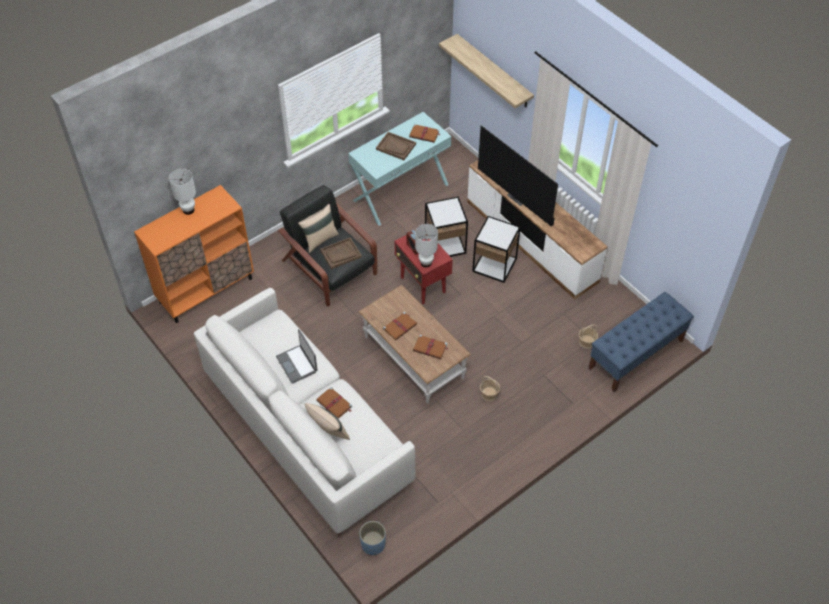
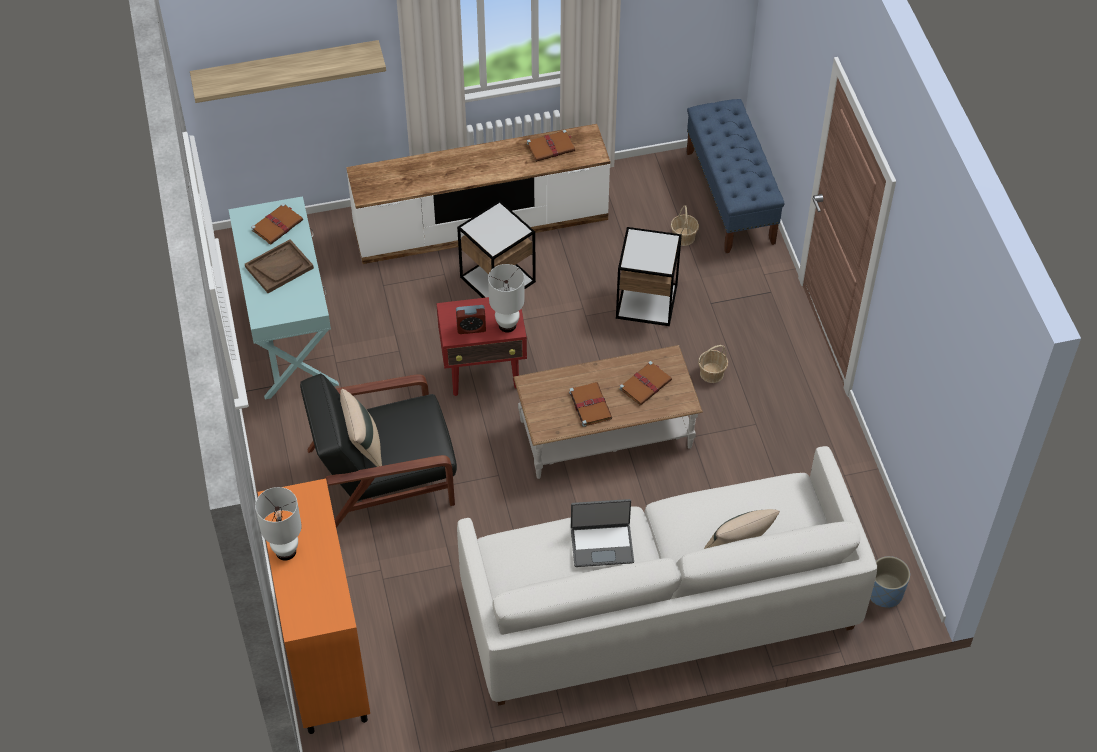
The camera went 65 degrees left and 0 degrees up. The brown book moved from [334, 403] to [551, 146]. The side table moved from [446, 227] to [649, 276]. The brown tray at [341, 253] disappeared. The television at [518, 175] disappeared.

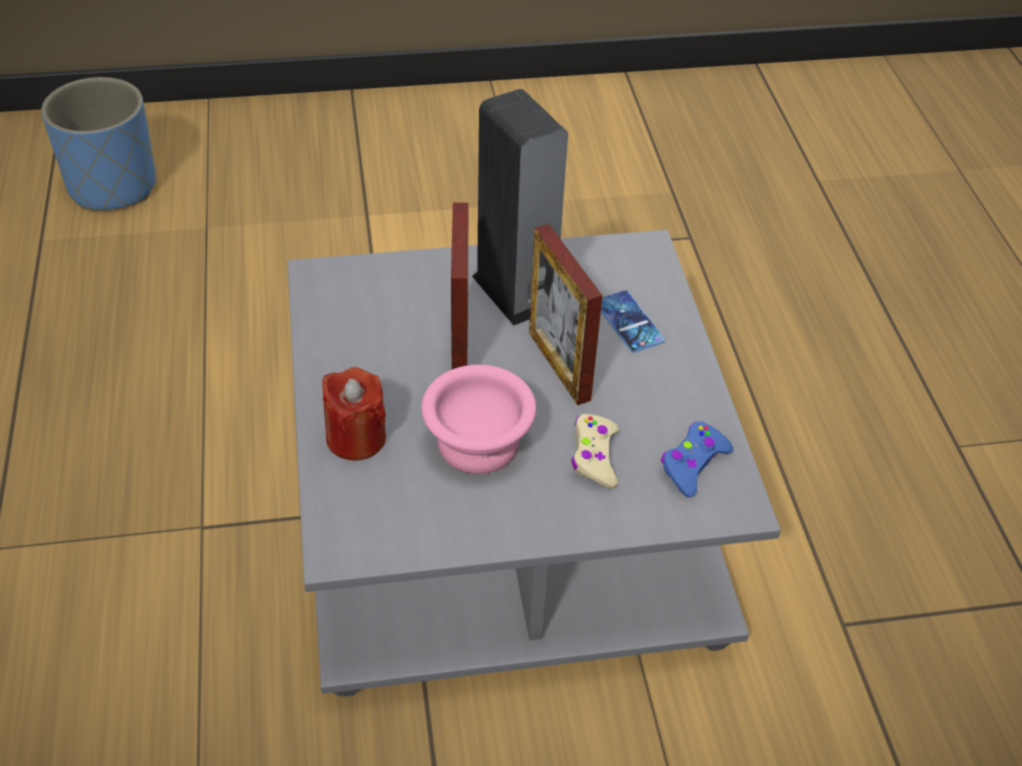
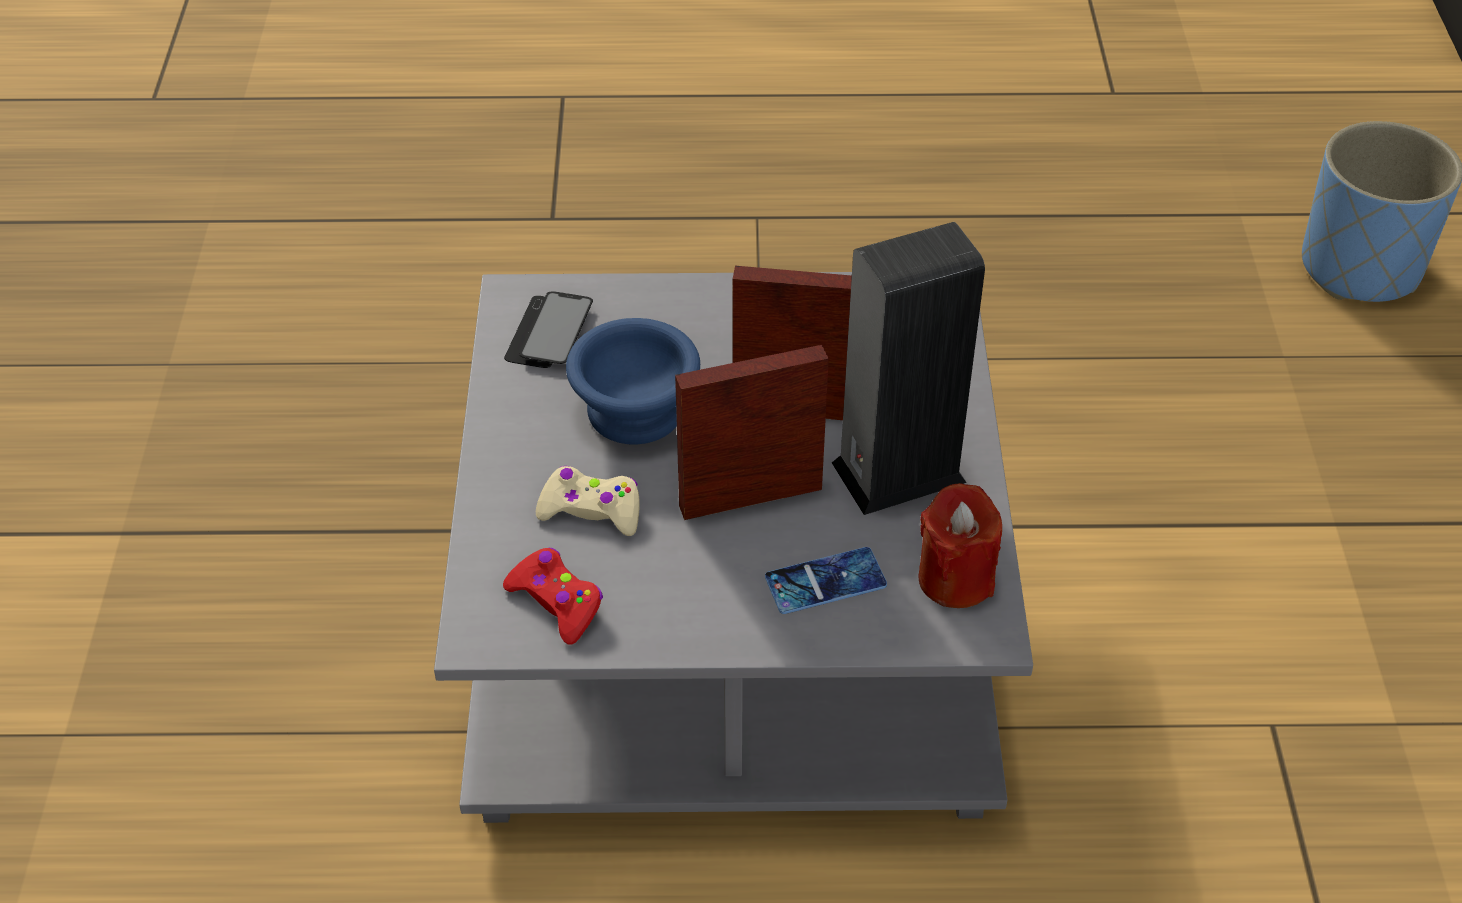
The camera went 100 degrees right and 0 degrees up. The blue game controller at [697, 459] became the red game controller at [553, 596]. The phone at [548, 329] appeared. The pink bowl at [479, 419] became the blue bowl at [633, 381]. The red candle moved from [354, 414] to [960, 545].

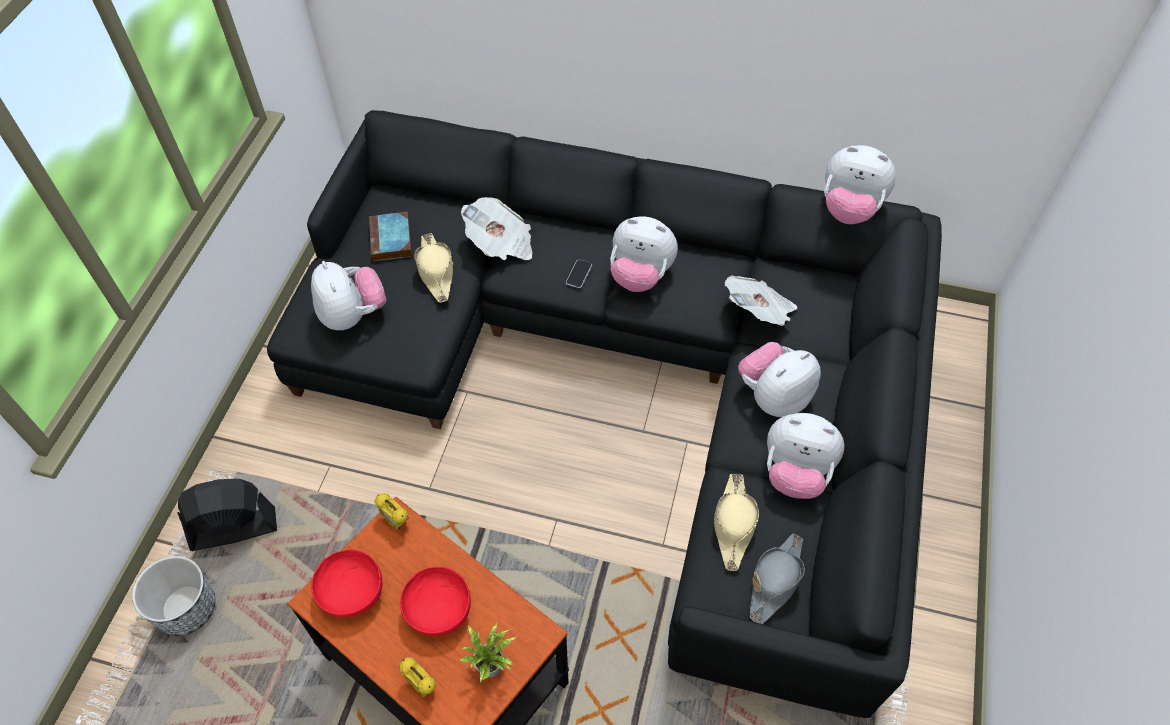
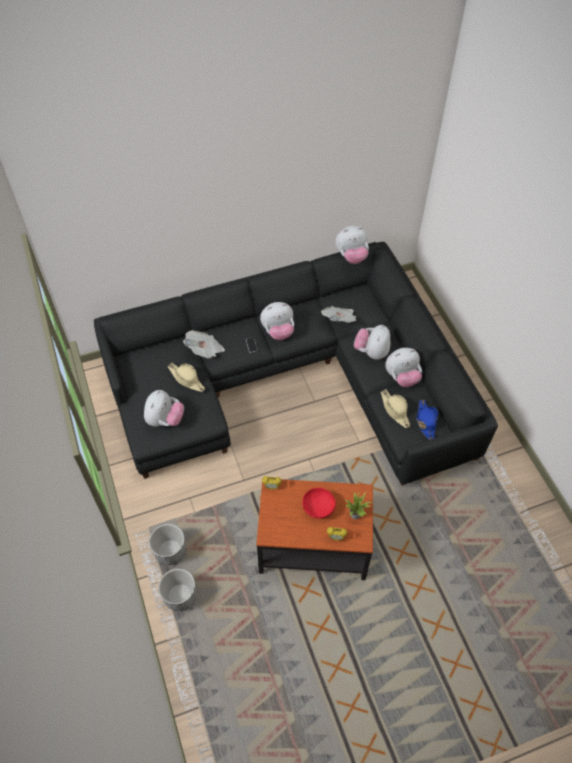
The camera went 35 degrees left and 0 degrees up. The plush toy at [348, 295] turned 75 degrees clockwise. The black fan at [227, 515] was replaced by the planter at [167, 544]. The grey hat at [777, 578] became the blue hat at [427, 420]. The red bowl at [347, 583] disappeared. The book at [390, 236] disappeared.

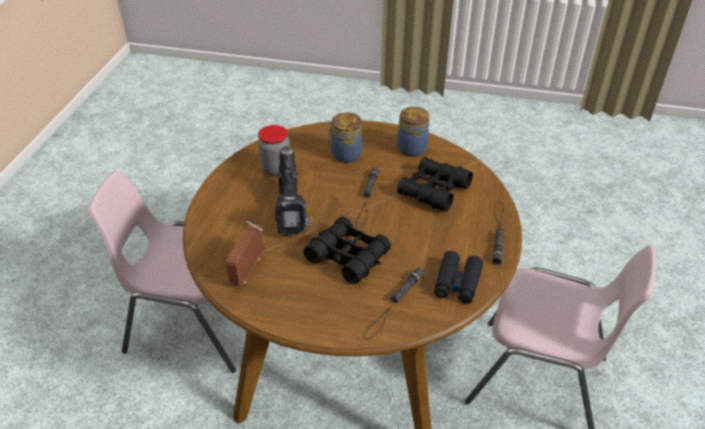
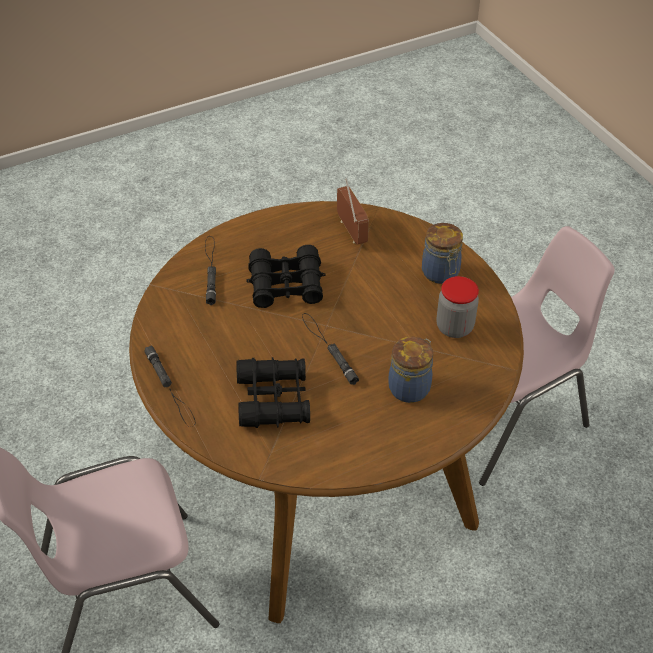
The camera went 140 degrees right and 5 degrees up. The jar moved from [413, 132] to [442, 253]. The power drill at [293, 190] disappeared. The black binoculars at [458, 277] disappeared.

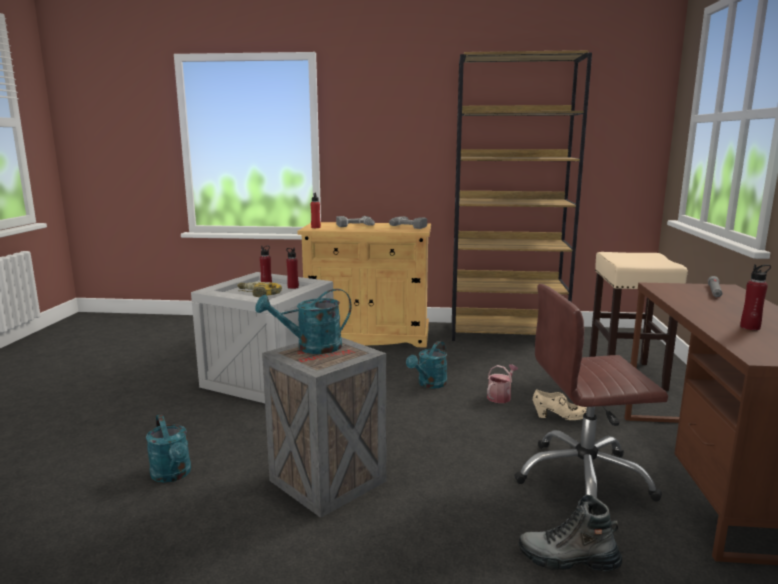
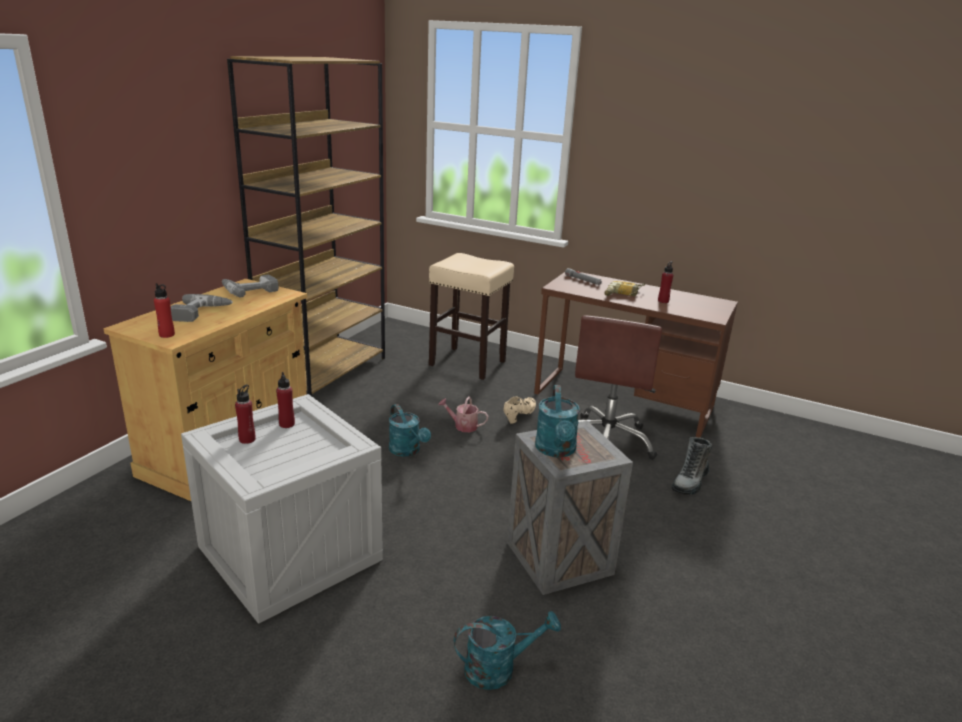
The camera went 70 degrees left and 10 degrees up. The watering can at [502, 383] turned 45 degrees counterclockwise. The power drill moved from [259, 289] to [624, 288].

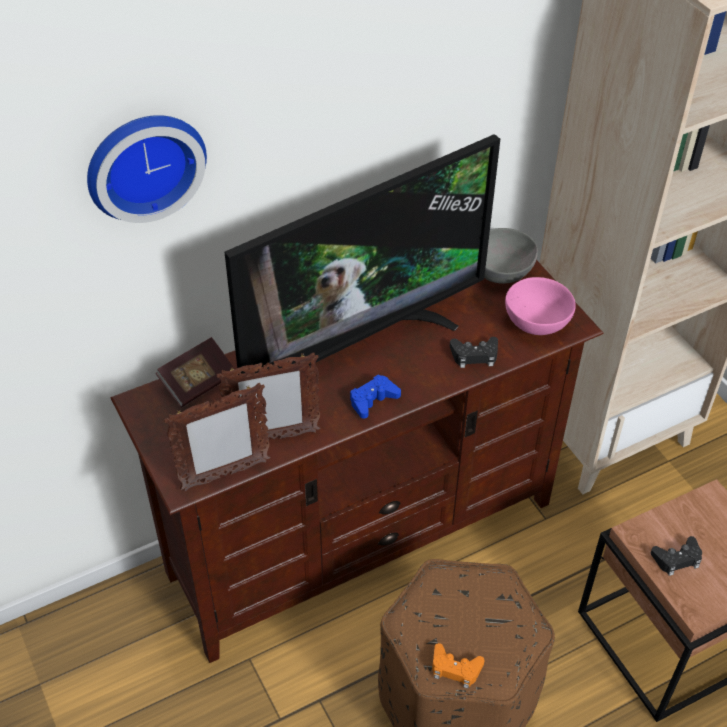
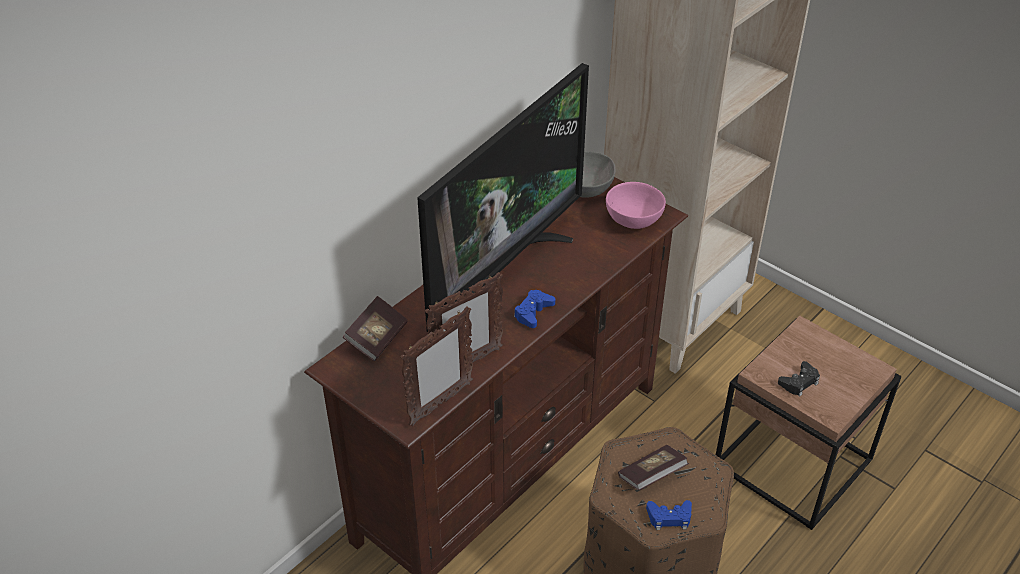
The camera went 20 degrees left and 5 degrees down. The book at [653, 467] appeared. The orange game controller at [458, 665] became the blue game controller at [669, 515]. The wall clock at [147, 169] disappeared. The black game controller at [474, 352] disappeared.

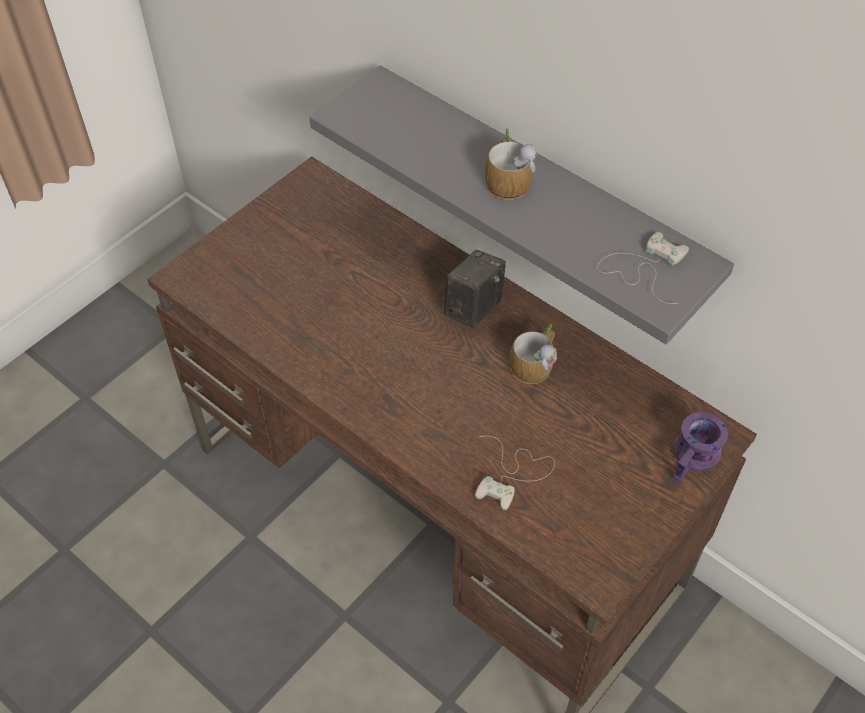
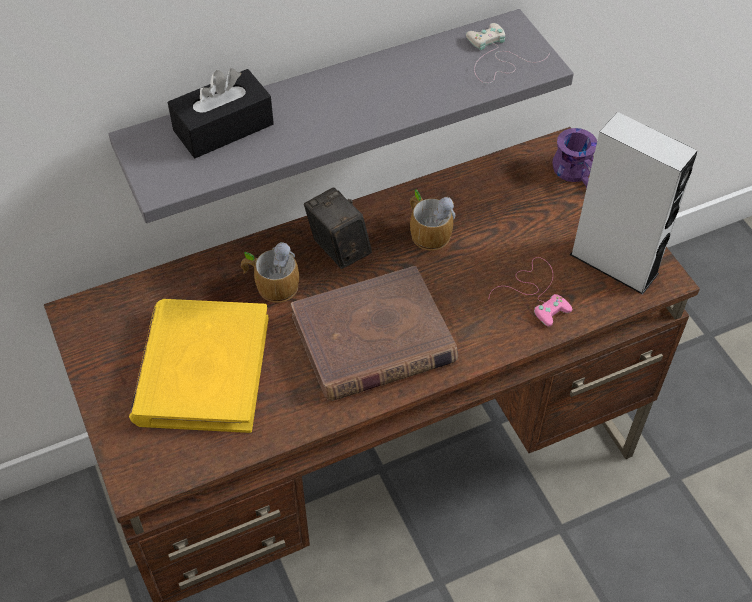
The camera went 65 degrees left and 0 degrees up. The yellow book at [199, 366] appeared. The black tissue box at [221, 113] appeared. The mug moved from [511, 164] to [270, 272]. The brown book at [374, 333] appeared. The white game controller at [515, 473] became the pink game controller at [530, 292]. The grey speaker at [634, 203] appeared.

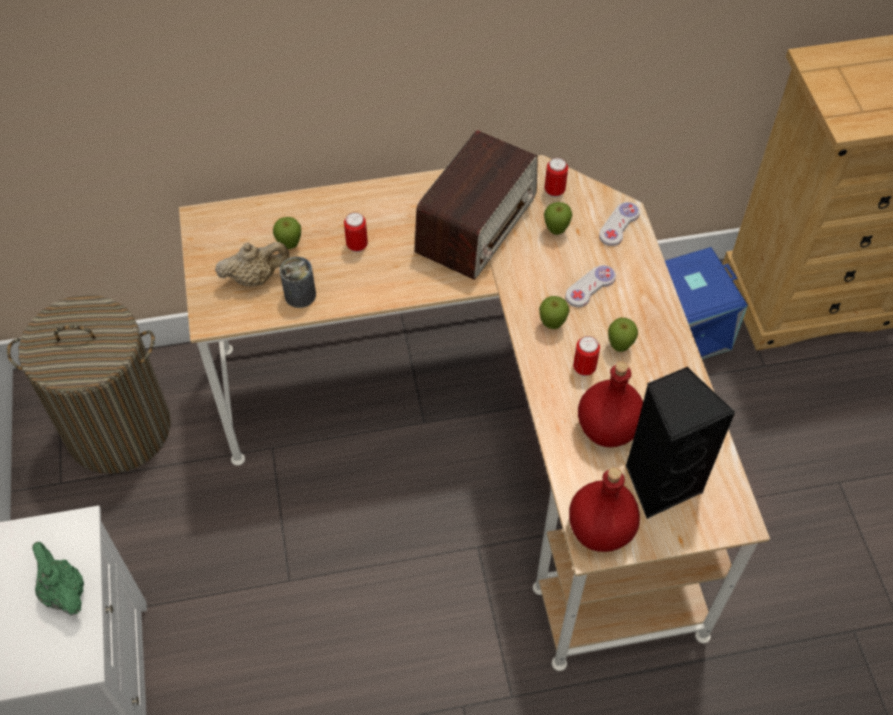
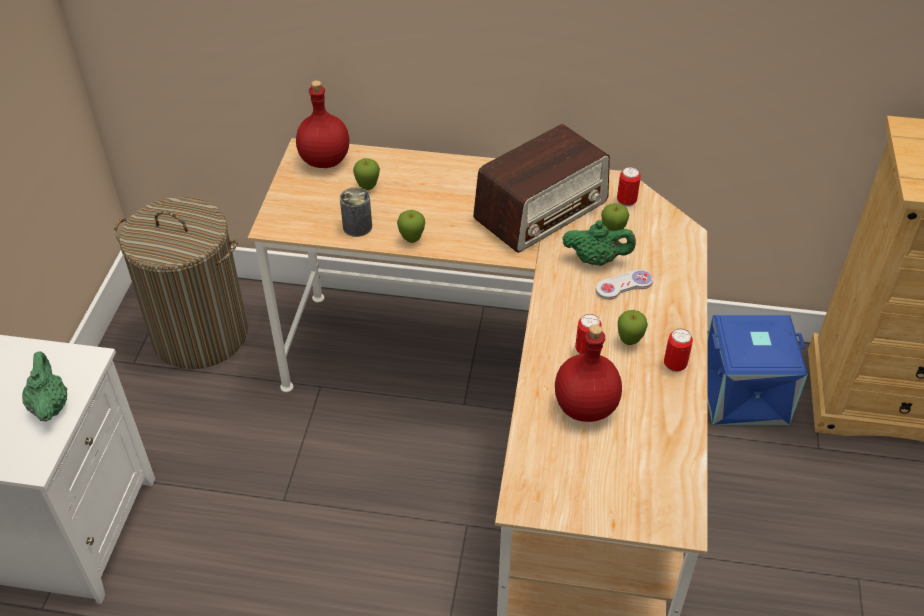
The camera went 20 degrees right and 10 degrees down. The red bottle moved from [604, 509] to [322, 124]. The apple moved from [554, 312] to [411, 226]. The green teapot at [599, 243] appeared. The can moved from [356, 232] to [678, 350]. The beige teapot at [252, 264] disappeared. The white game controller at [619, 224] disappeared. The black speaker at [681, 443] disappeared.

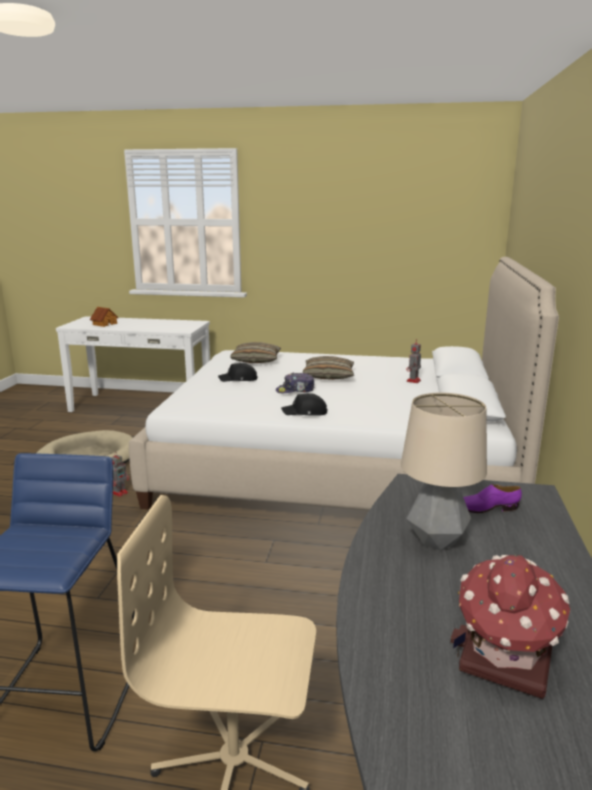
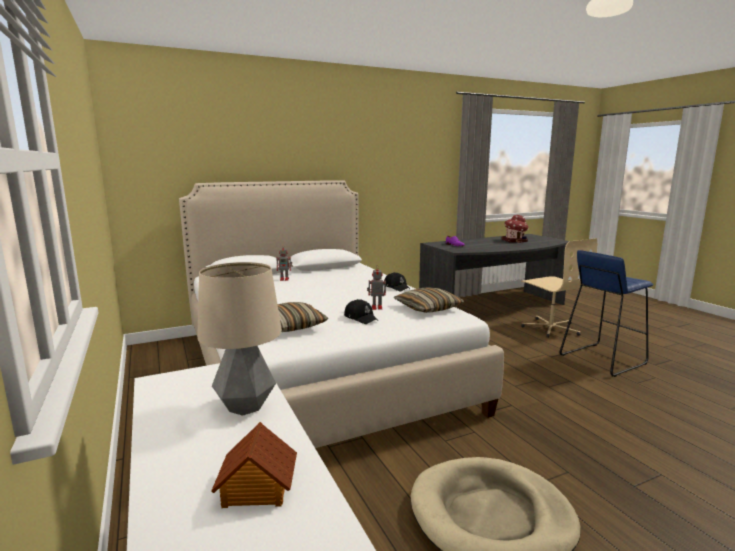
The camera went 125 degrees left and 5 degrees down. The table lamp moved from [444, 471] to [239, 339]. The toy robot moved from [120, 474] to [376, 287]. The pillow moved from [328, 368] to [429, 300]. The cap at [295, 383] disappeared.

